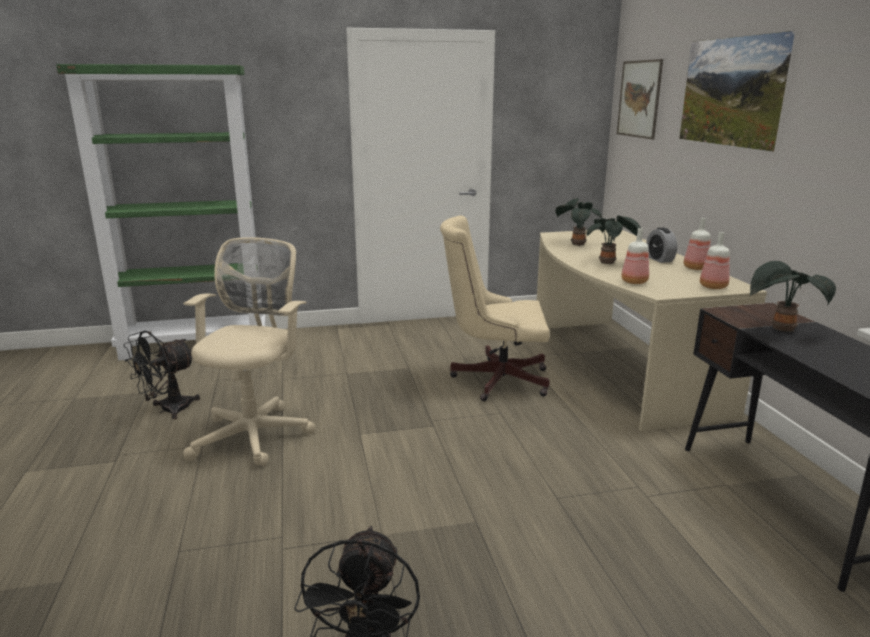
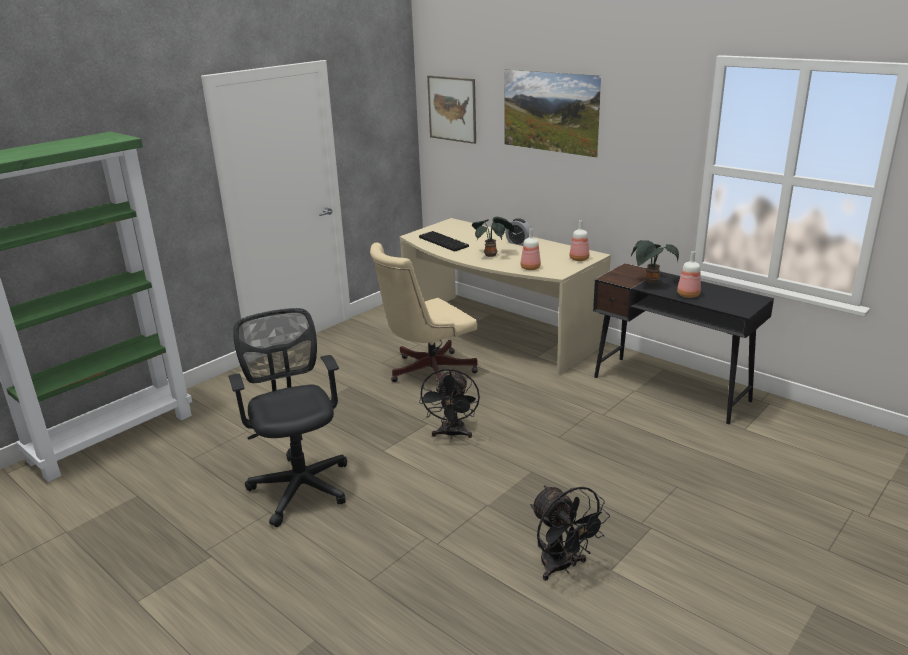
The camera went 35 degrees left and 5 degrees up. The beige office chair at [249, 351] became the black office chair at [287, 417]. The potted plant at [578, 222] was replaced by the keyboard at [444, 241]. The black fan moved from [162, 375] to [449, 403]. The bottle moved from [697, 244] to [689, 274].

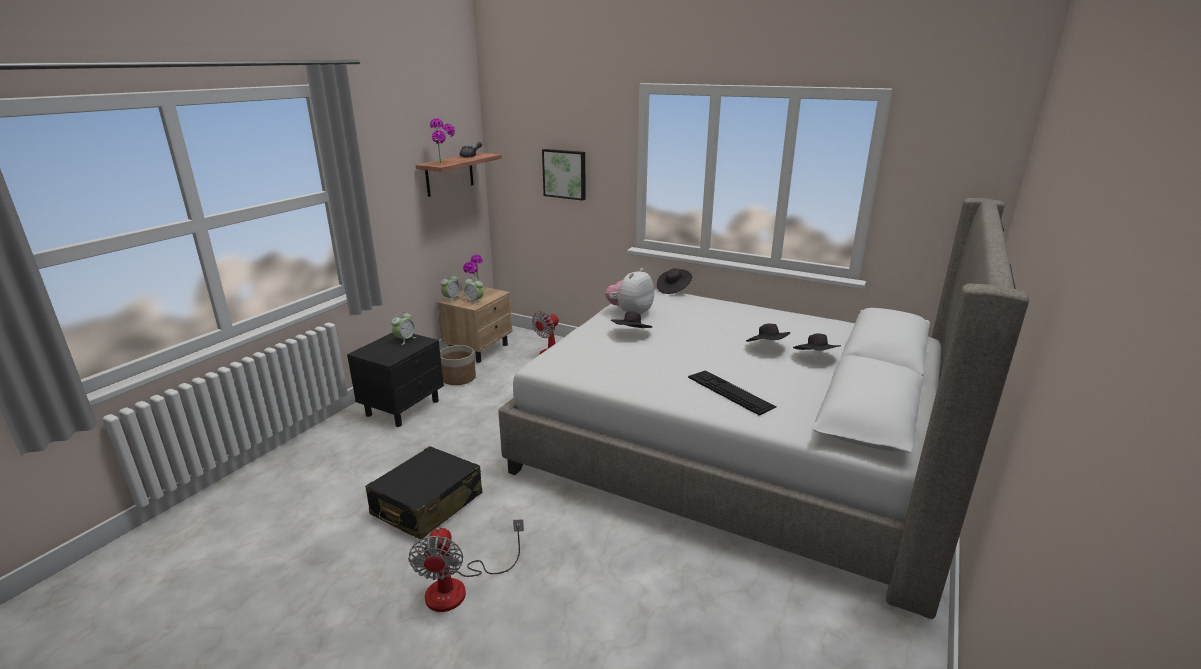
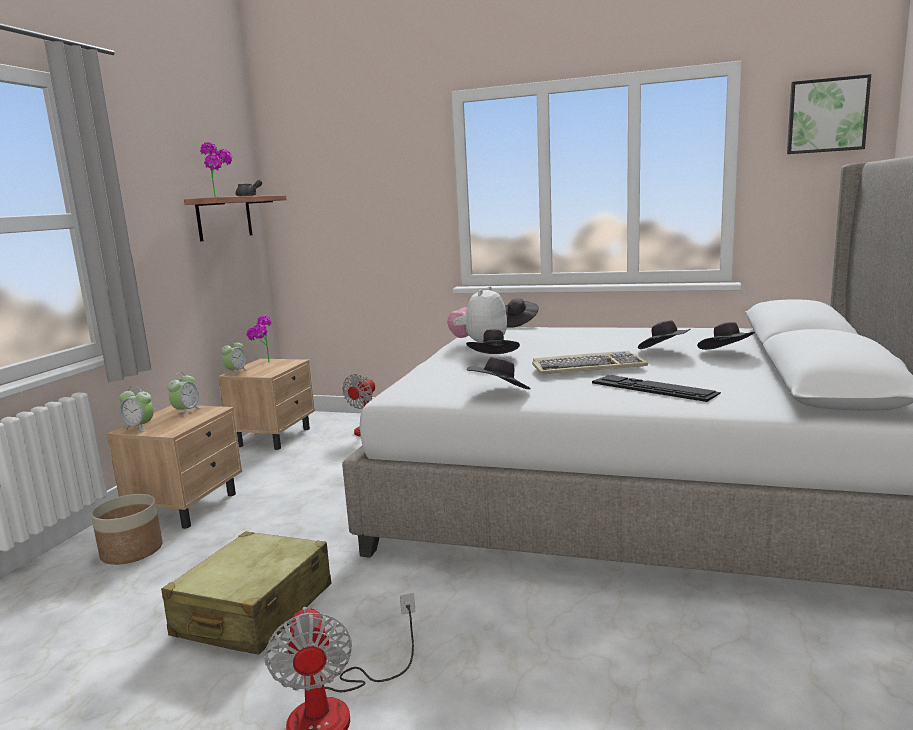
The camera went 10 degrees left and 10 degrees down. The planter moved from [458, 365] to [126, 529]. The black nightstand at [395, 379] became the beige nightstand at [174, 467]. The alarm clock moved from [474, 290] to [136, 409]. The black suitcase at [423, 492] became the beige suitcase at [246, 593]. The black hat at [499, 373] appeared. The keyboard at [590, 362] appeared. The picture moved from [564, 175] to [829, 114].

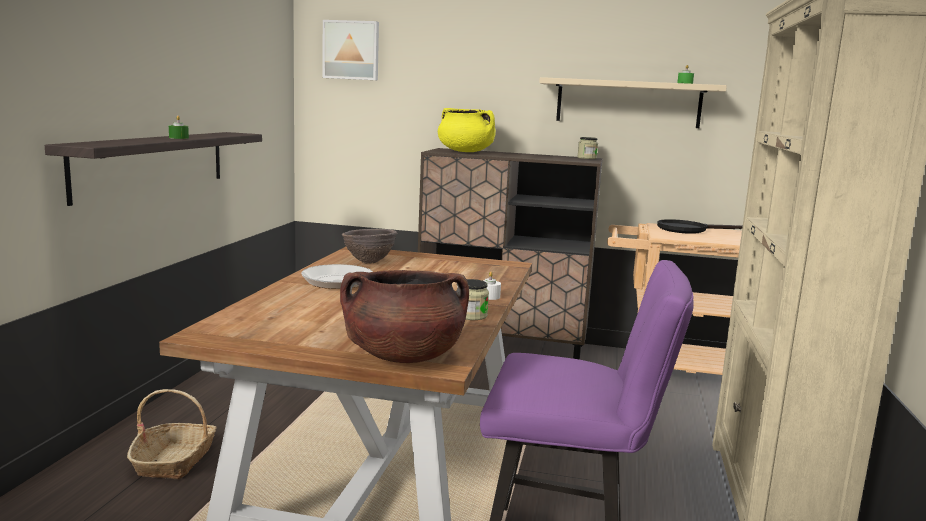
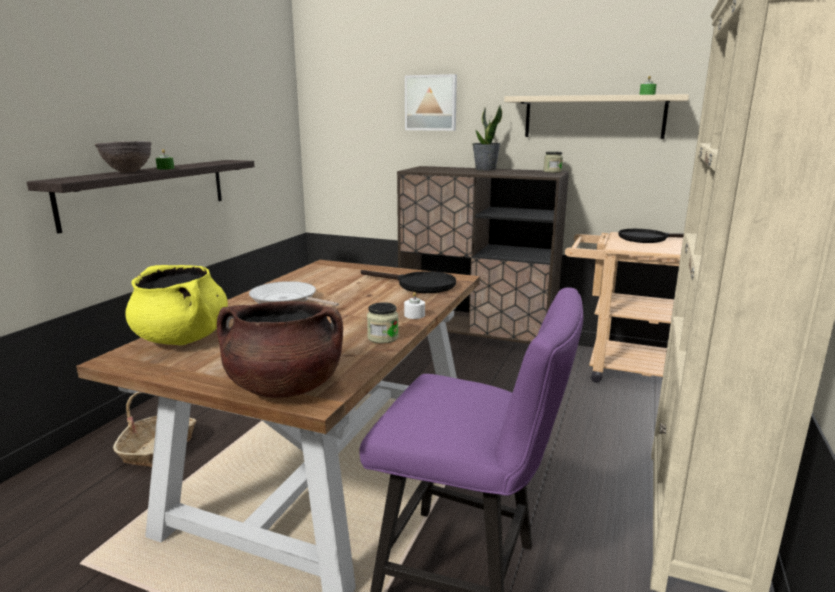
The camera went 10 degrees right and 5 degrees up. The brown bowl moved from [369, 246] to [123, 157]. The yellow cooking pot moved from [467, 130] to [176, 305]. The black frying pan at [408, 281] appeared. The picture moved from [350, 50] to [431, 102]. The potted plant at [487, 137] appeared.

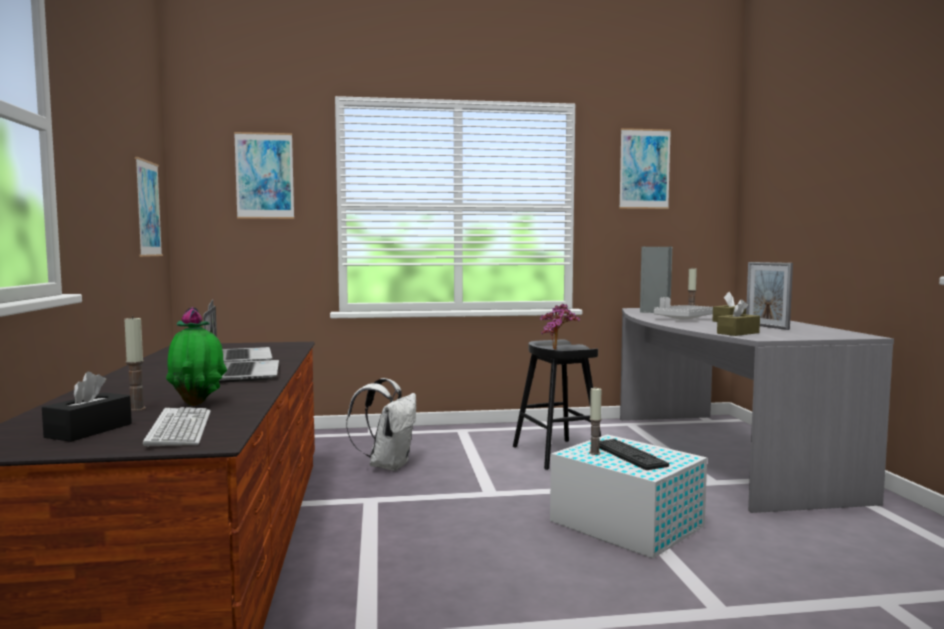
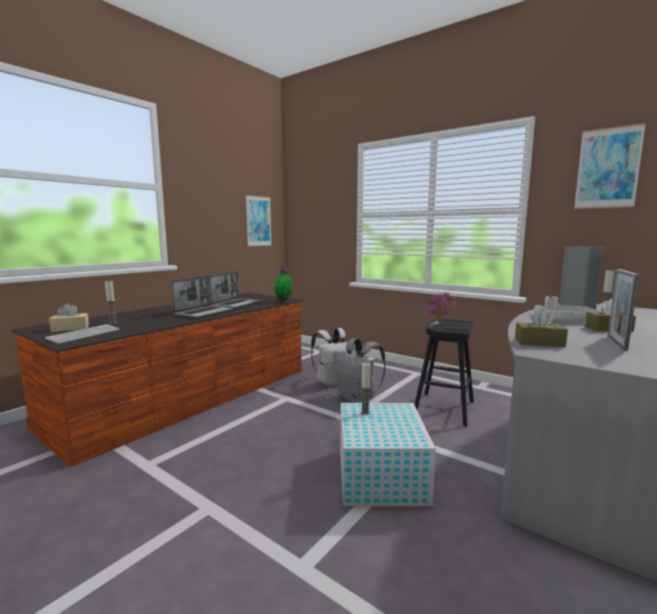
The camera went 45 degrees right and 5 degrees up. The black tissue box at [87, 407] became the beige tissue box at [69, 317]. The potted plant moved from [196, 356] to [283, 284]. The grey backpack at [359, 370] appeared. The picture at [264, 175] disappeared. The keyboard at [634, 454] disappeared.

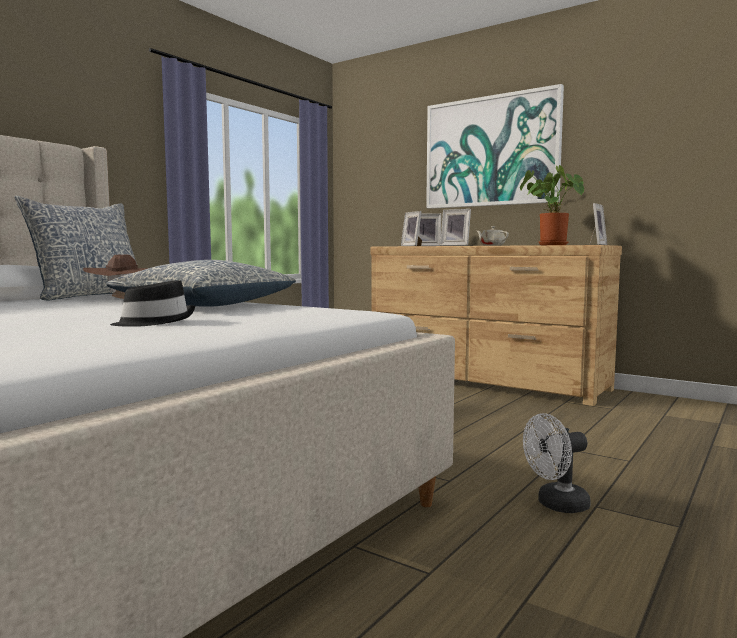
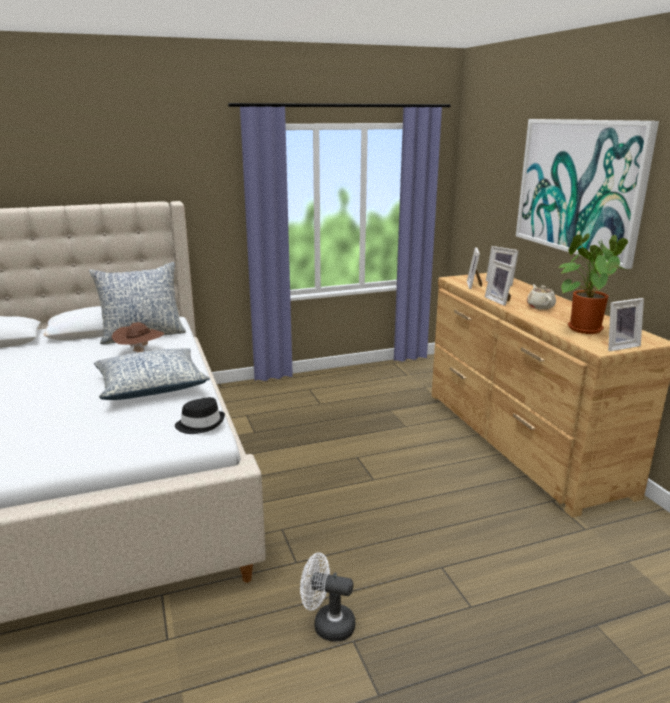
The camera went 35 degrees right and 15 degrees up. The black hat moved from [152, 303] to [200, 415].

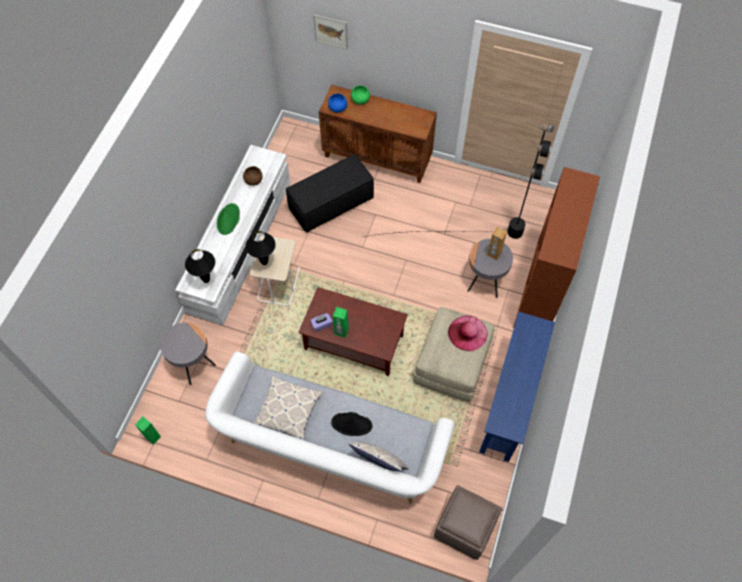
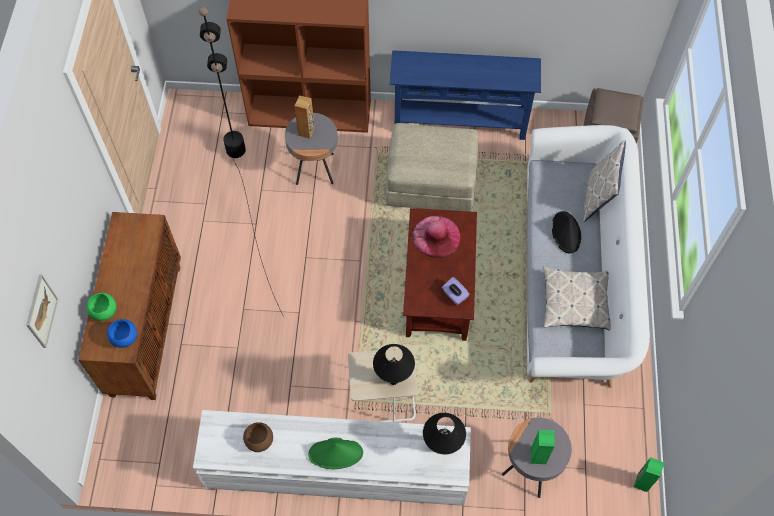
The camera went 105 degrees left and 0 degrees up. The pink hat moved from [468, 333] to [436, 237]. The green speaker moved from [341, 322] to [543, 447]. The black ottoman at [330, 193] disappeared.

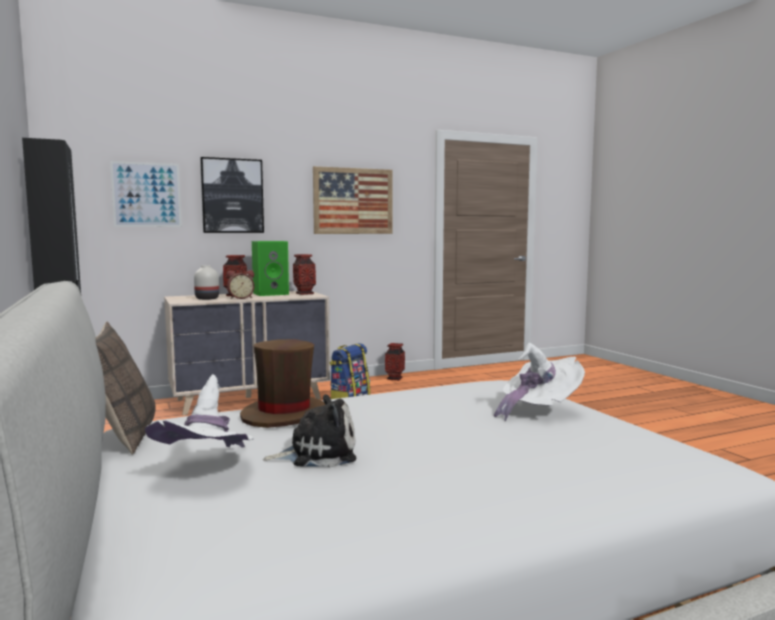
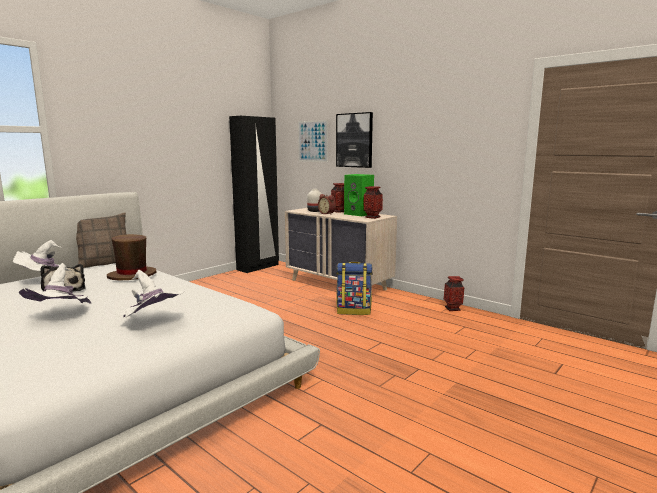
The camera went 65 degrees right and 5 degrees up. The white hat at [55, 283] appeared. The picture at [353, 200] disappeared.

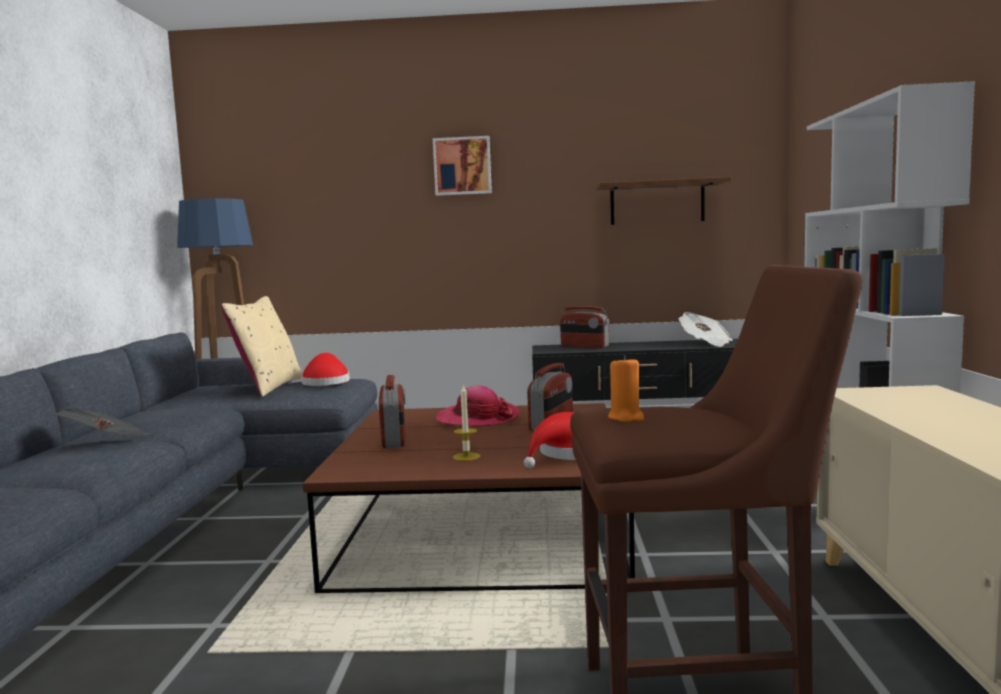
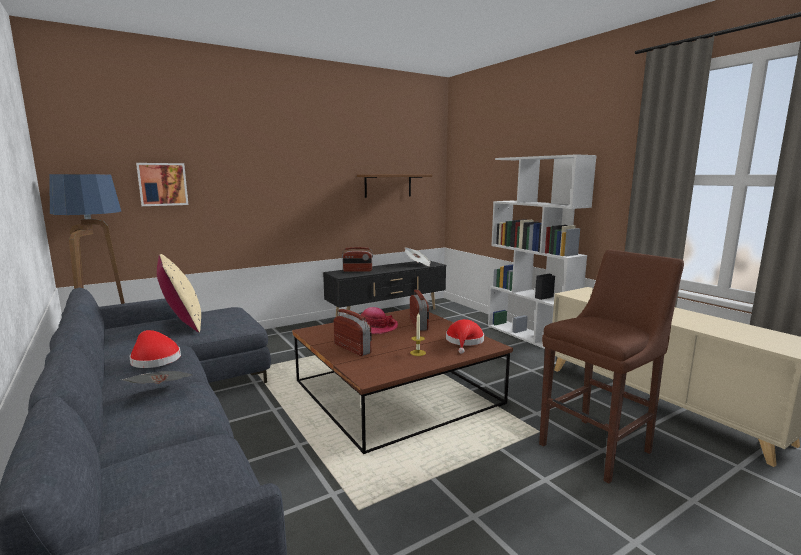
The camera went 35 degrees left and 5 degrees up. The red hat moved from [325, 369] to [155, 349]. The picture moved from [462, 166] to [162, 184]. The orange candle at [626, 388] disappeared.

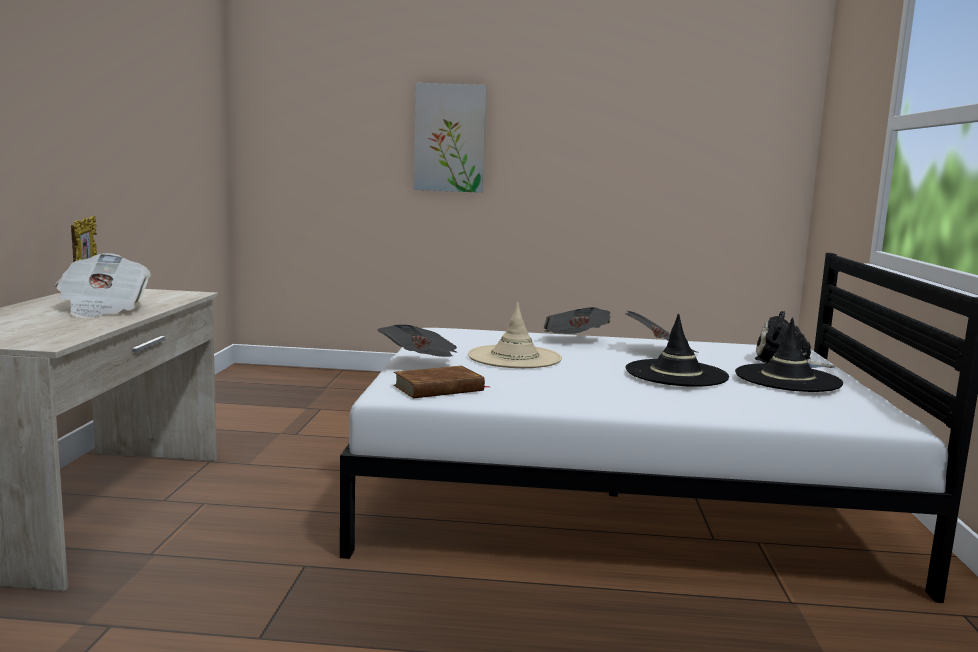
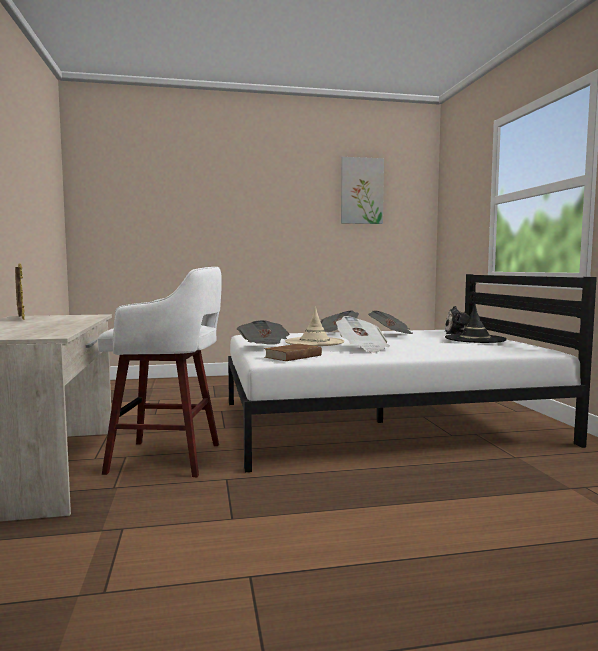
The camera went 15 degrees left and 5 degrees down. The white stool at [159, 372] appeared. The newspaper moved from [103, 285] to [363, 334]. The picture moved from [450, 138] to [362, 190]. The black hat at [677, 350] disappeared.

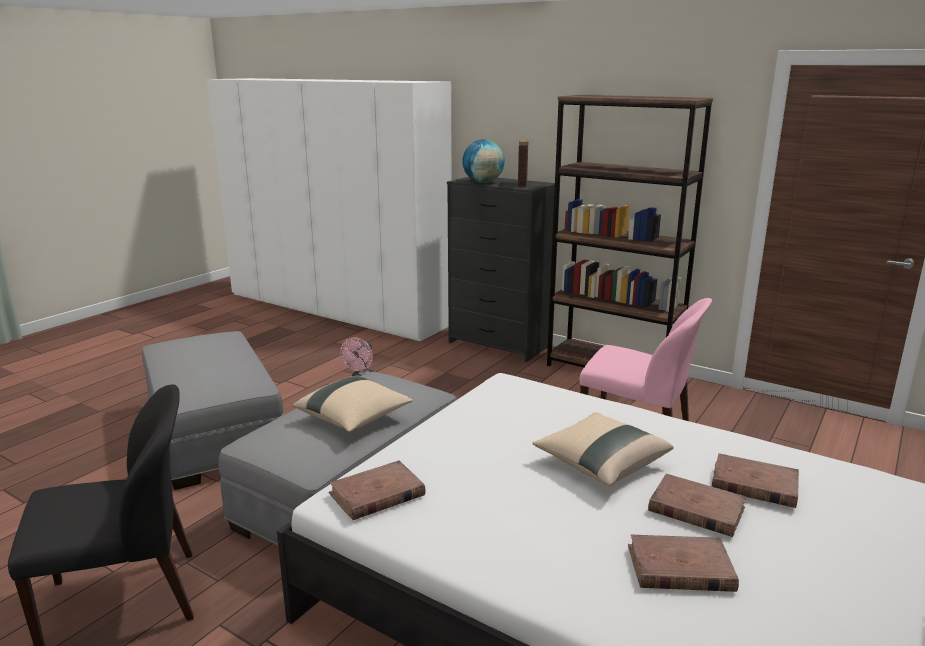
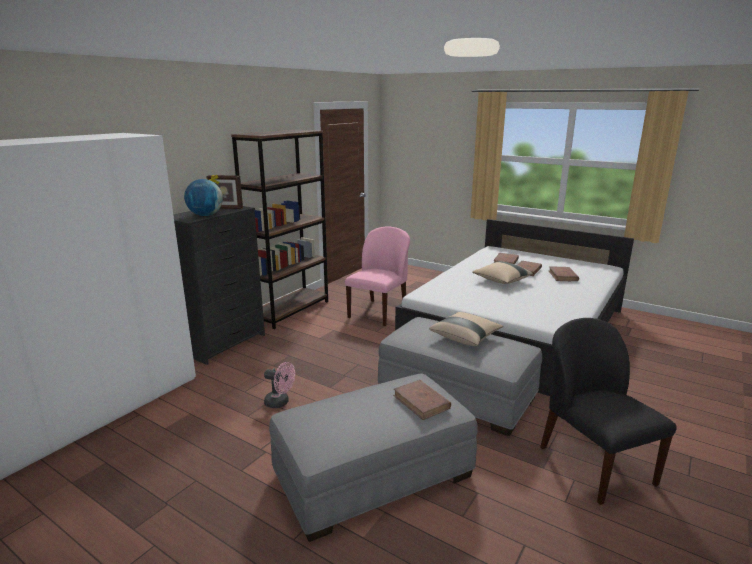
The camera went 90 degrees left and 0 degrees up. The brown book moved from [377, 490] to [422, 400].

